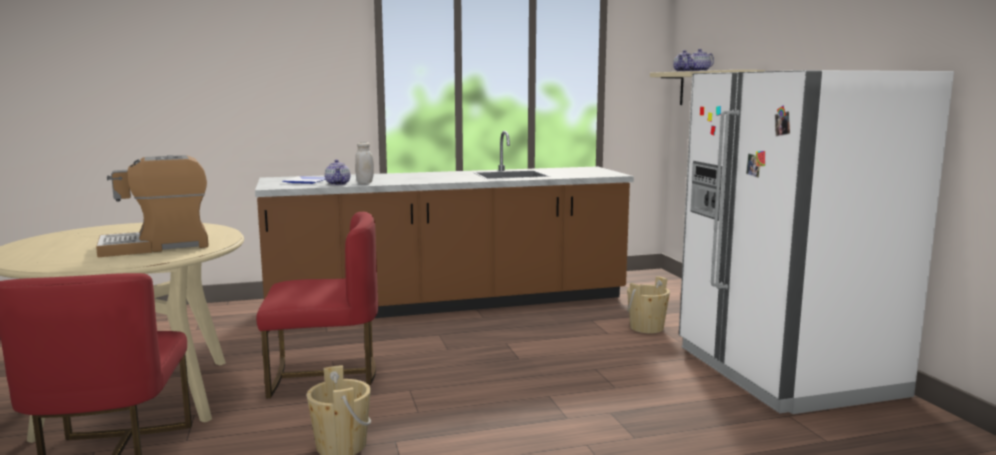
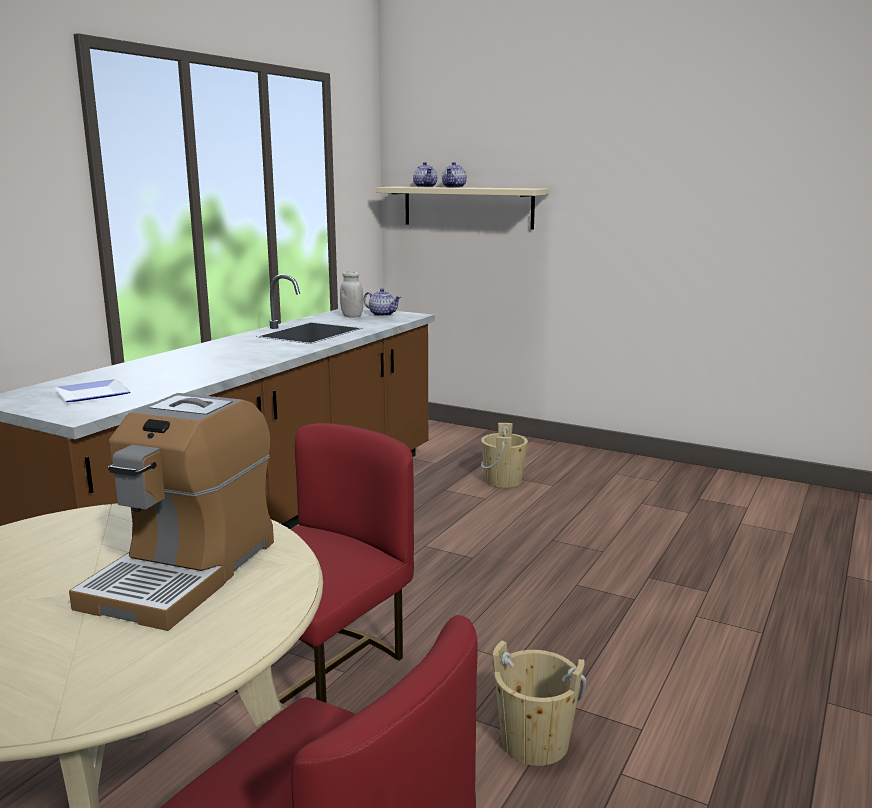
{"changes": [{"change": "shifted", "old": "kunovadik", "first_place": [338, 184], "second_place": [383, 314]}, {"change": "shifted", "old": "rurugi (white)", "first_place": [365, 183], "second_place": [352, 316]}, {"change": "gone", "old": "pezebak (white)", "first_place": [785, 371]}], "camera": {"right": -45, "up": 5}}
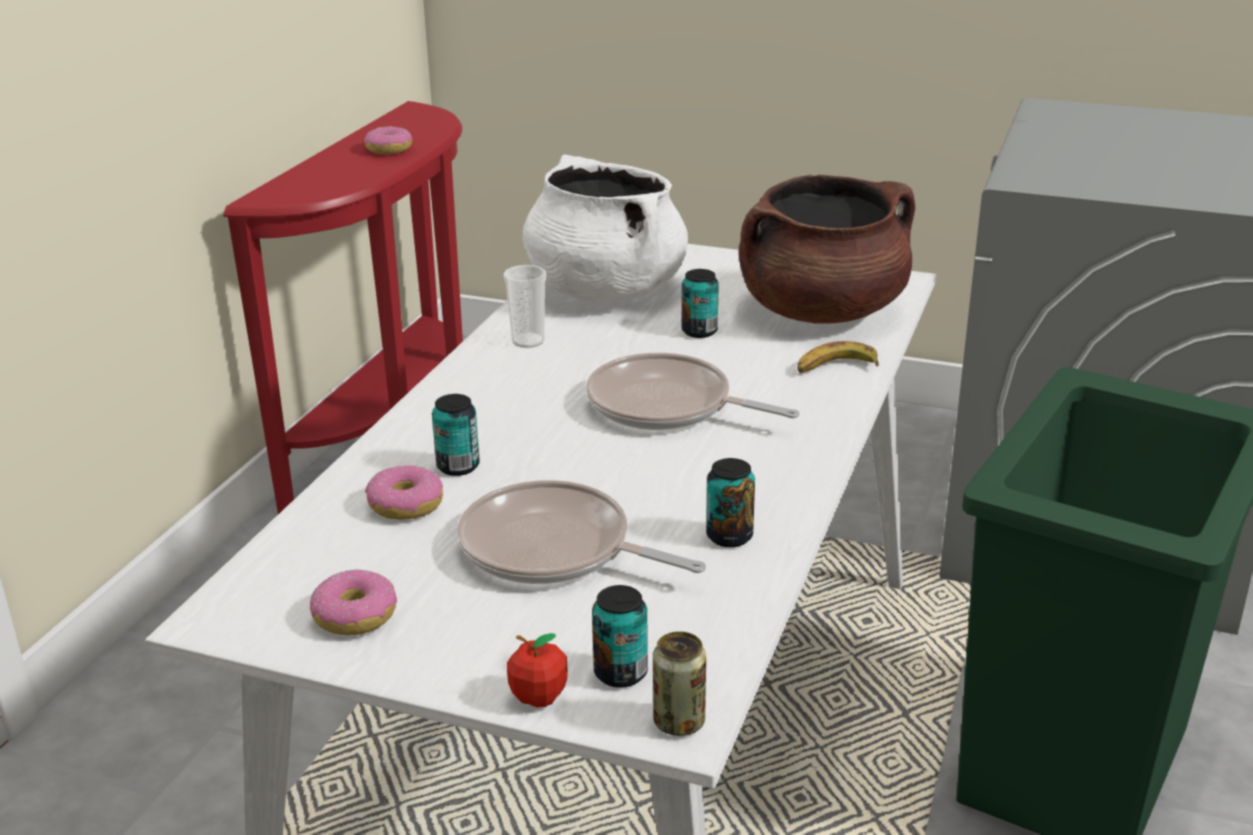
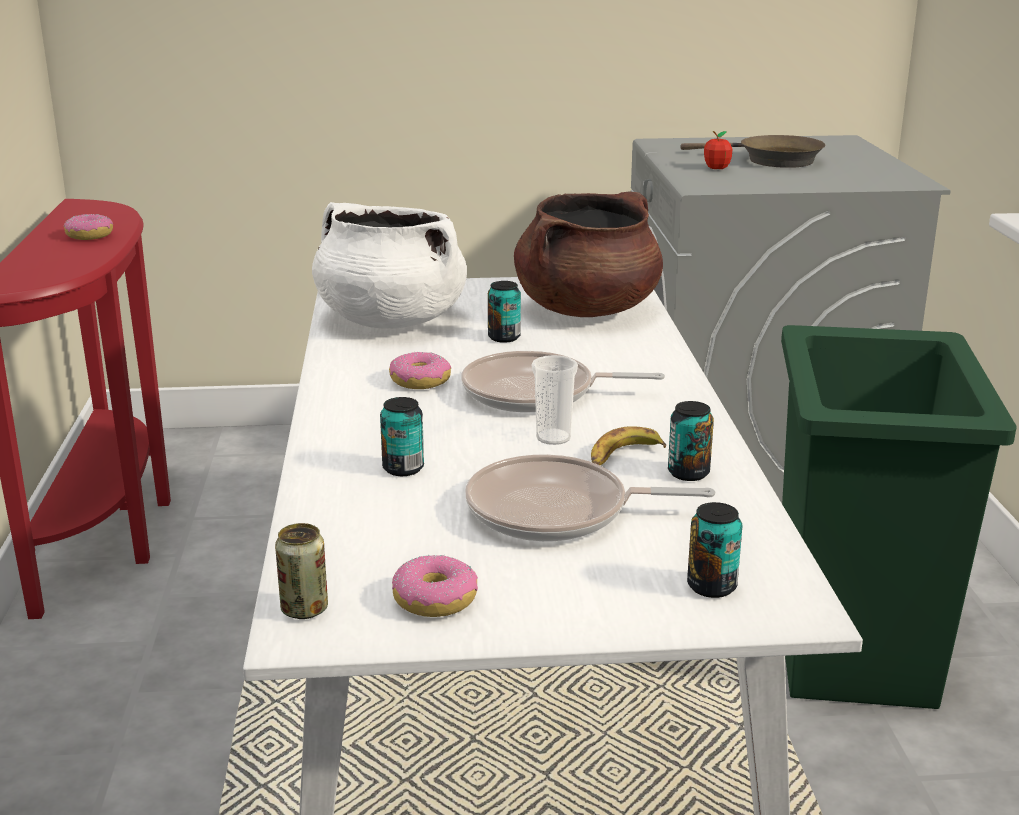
{"changes": [{"change": "shifted", "old": "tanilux", "first_place": [405, 505], "second_place": [419, 381]}, {"change": "shifted", "old": "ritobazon", "first_place": [528, 341], "second_place": [553, 438]}, {"change": "shifted", "old": "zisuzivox", "first_place": [538, 697], "second_place": [716, 168]}, {"change": "shifted", "old": "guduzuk", "first_place": [679, 722], "second_place": [304, 609]}, {"change": "shifted", "old": "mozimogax", "first_place": [835, 368], "second_place": [622, 457]}, {"change": "new", "new": "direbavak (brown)", "second_place": [772, 160]}], "camera": {"right": -25, "up": -5}}
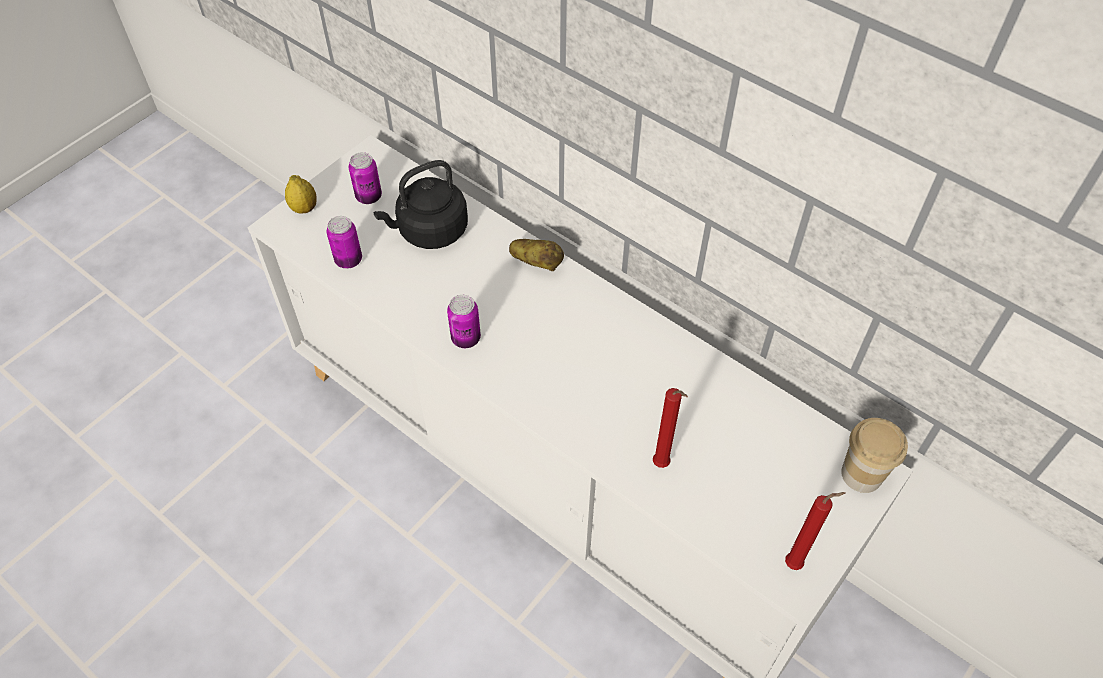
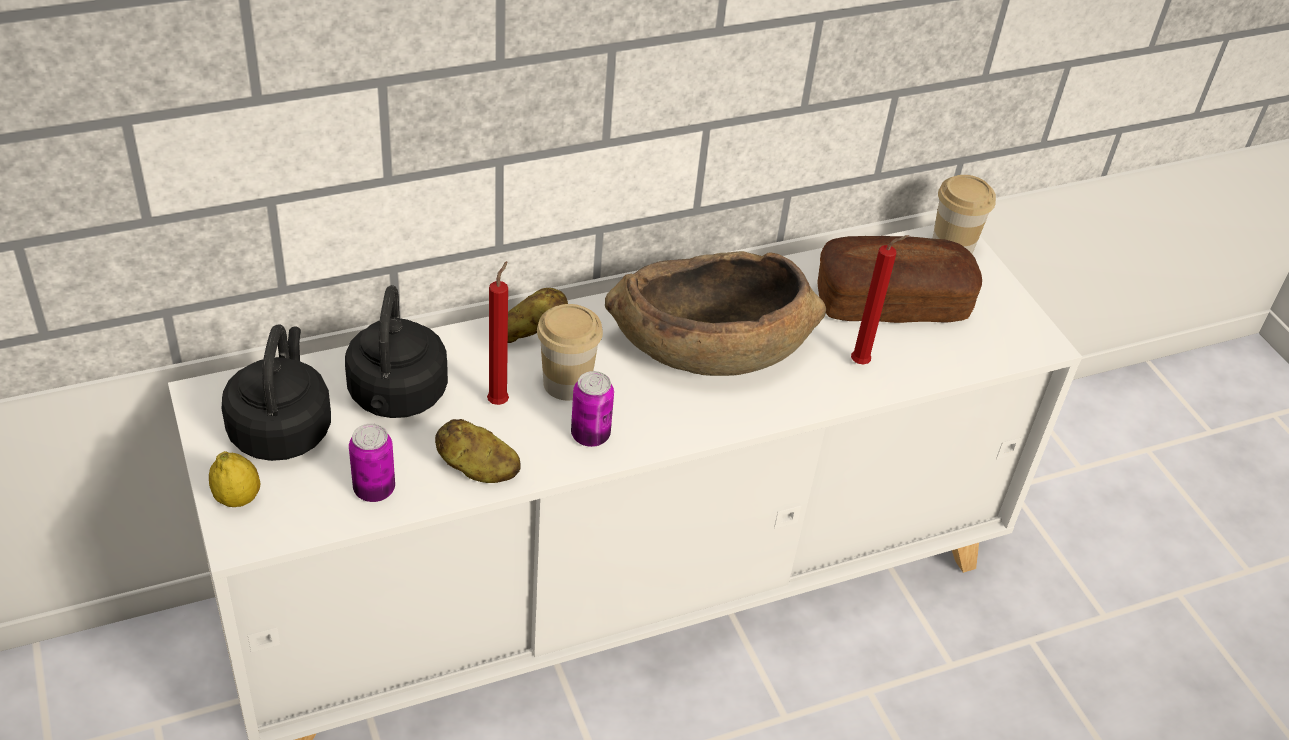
{"changes": [{"change": "swapped", "old": "guduzuk", "new": "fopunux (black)", "first_place": [369, 197], "second_place": [282, 428]}, {"change": "shifted", "old": "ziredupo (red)", "first_place": [796, 564], "second_place": [499, 401]}, {"change": "new", "new": "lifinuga", "second_place": [477, 469]}, {"change": "new", "new": "ritobazon", "second_place": [567, 383]}, {"change": "new", "new": "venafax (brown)", "second_place": [708, 346]}, {"change": "new", "new": "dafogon", "second_place": [891, 303]}], "camera": {"right": -65, "up": -10}}
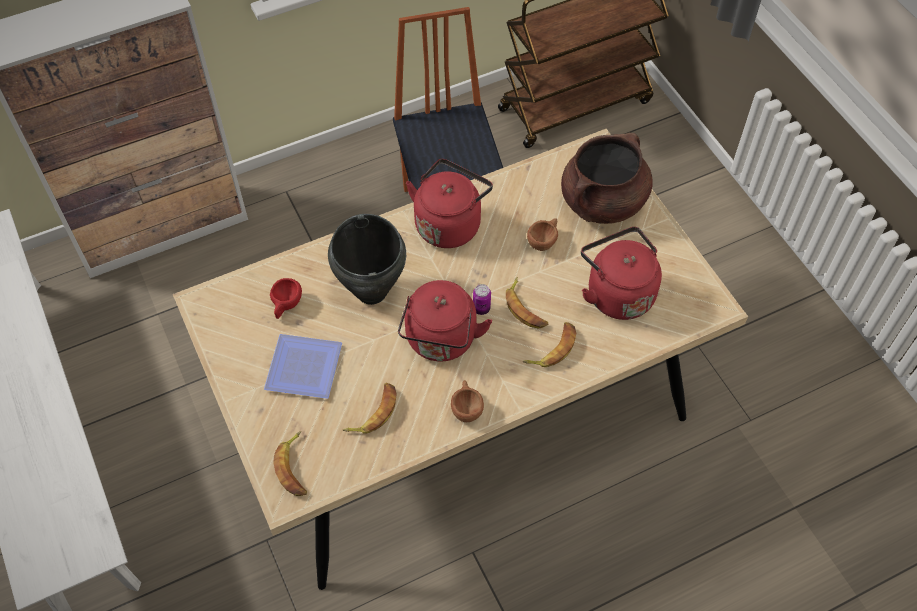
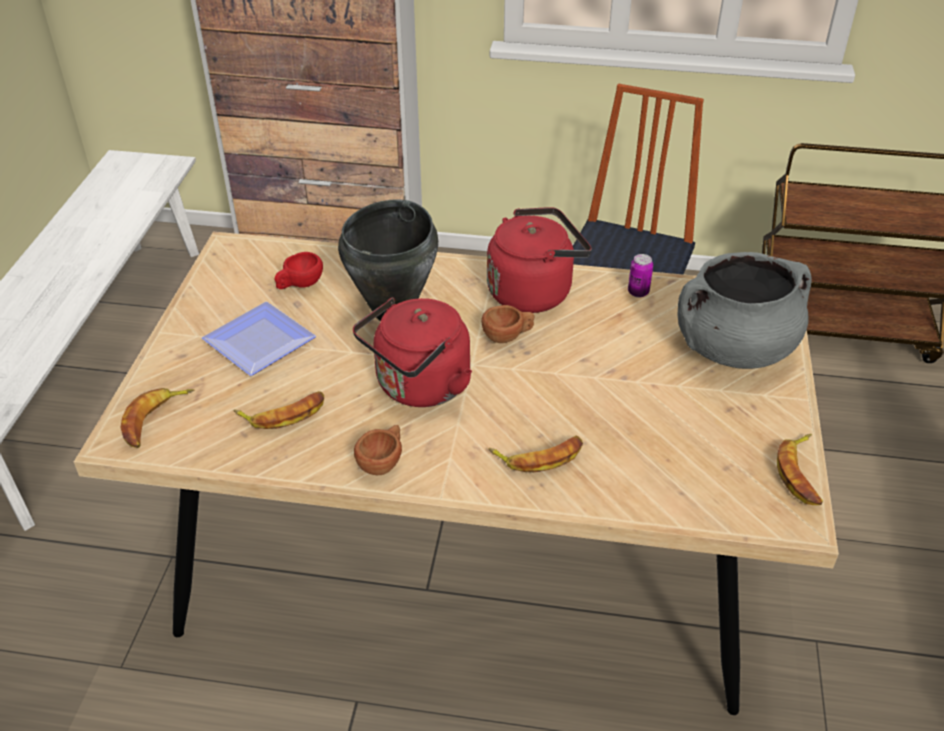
{"changes": [{"change": "shifted", "old": "guduzuk", "first_place": [481, 308], "second_place": [638, 292]}, {"change": "shifted", "old": "mozimogax", "first_place": [525, 308], "second_place": [801, 474]}, {"change": "shifted", "old": "ritobazon (brown)", "first_place": [544, 241], "second_place": [508, 336]}, {"change": "repainted", "old": "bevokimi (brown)", "new": "bevokimi (grey)", "first_place": [602, 202], "second_place": [733, 348]}, {"change": "gone", "old": "fopunux (red)", "first_place": [617, 293]}], "camera": {"right": 35, "up": -15}}
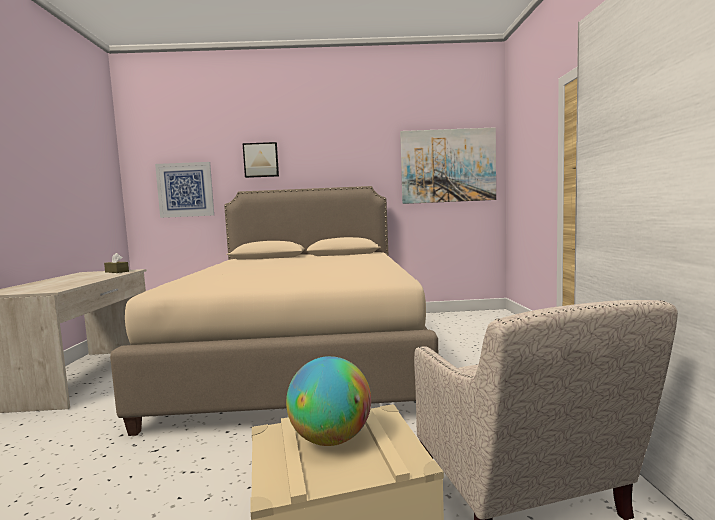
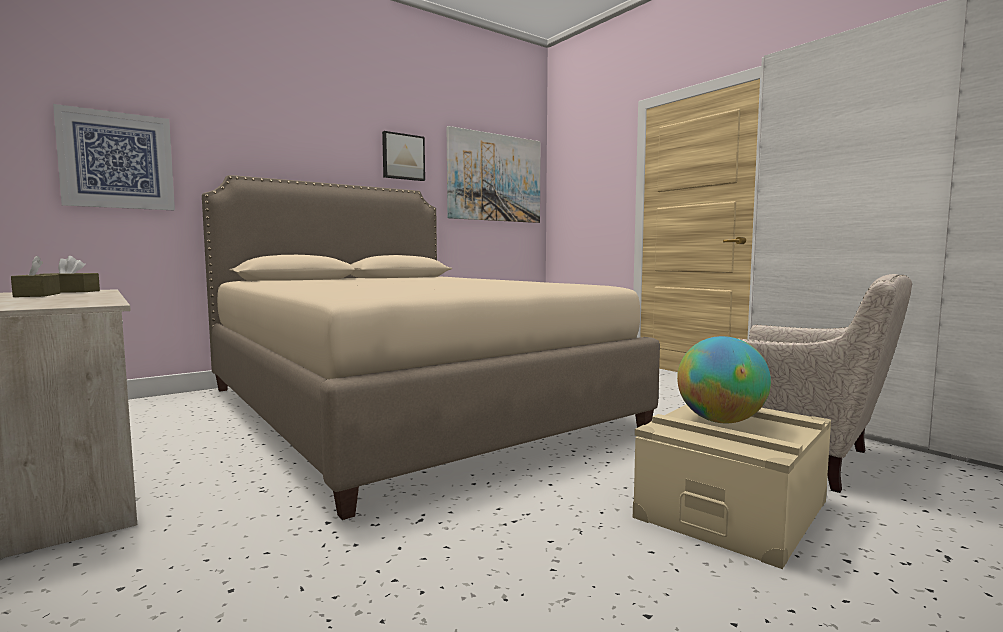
{"changes": [{"change": "shifted", "old": "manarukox", "first_place": [261, 160], "second_place": [403, 157]}, {"change": "new", "new": "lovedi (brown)", "second_place": [37, 295]}], "camera": {"right": -35, "up": 0}}
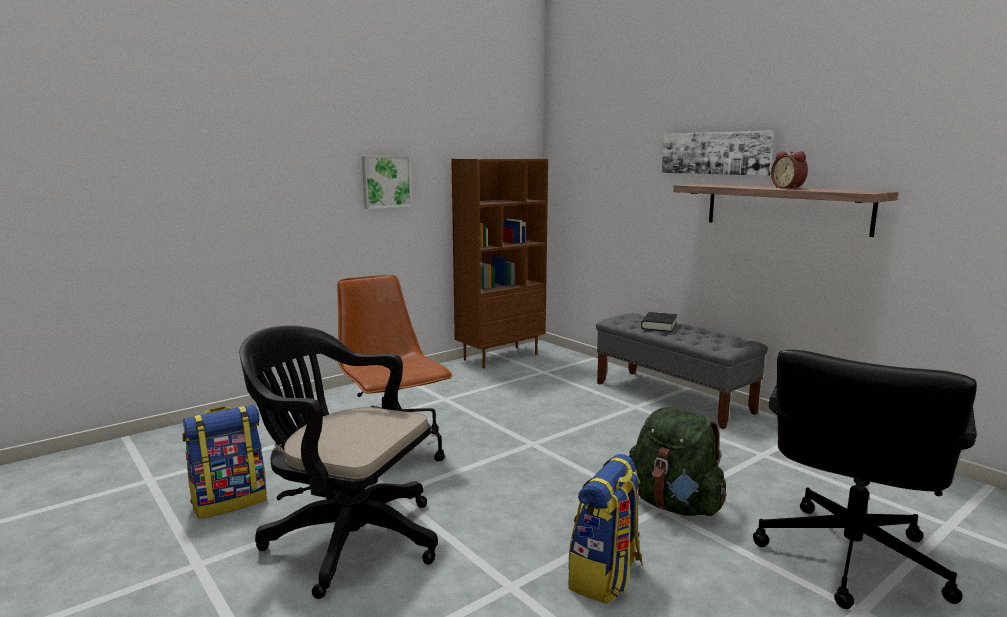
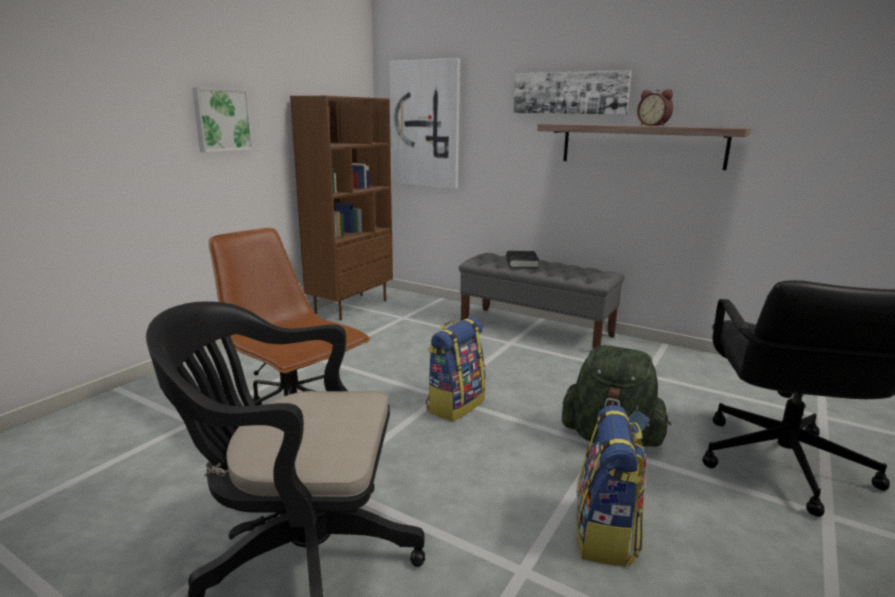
{"changes": [{"change": "shifted", "old": "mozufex", "first_place": [230, 501], "second_place": [455, 405]}, {"change": "new", "new": "manarukox", "second_place": [425, 124]}], "camera": {"right": -20, "up": 5}}
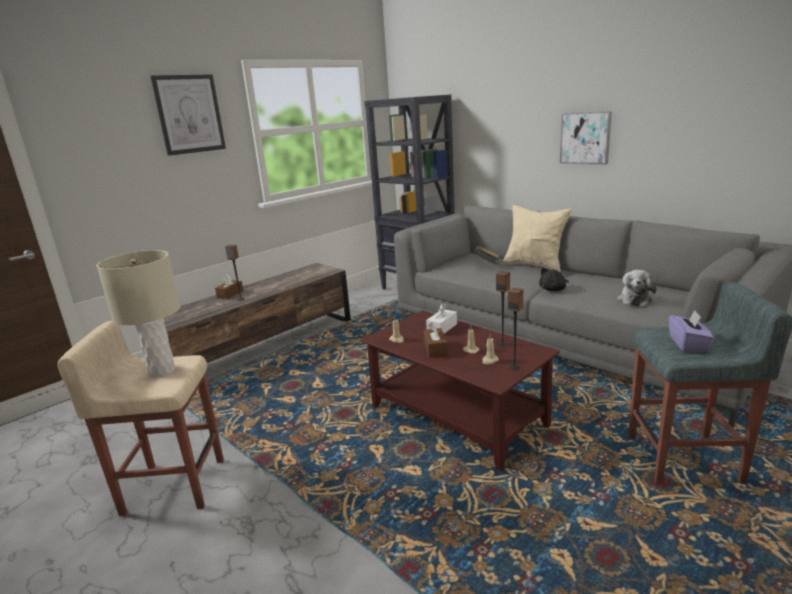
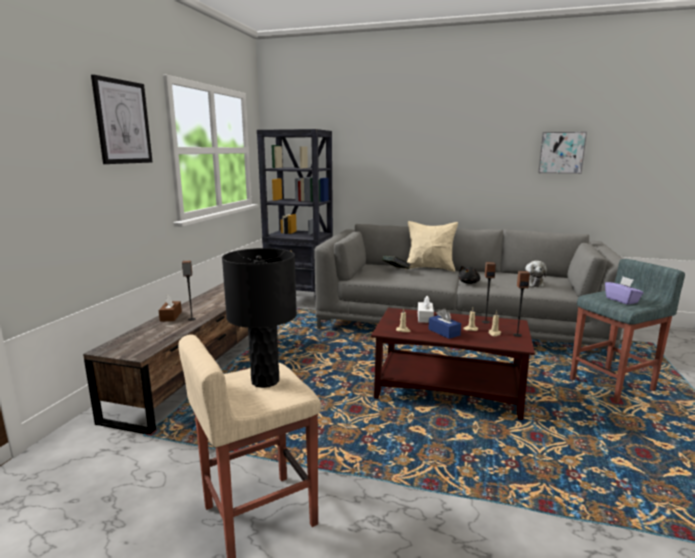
{"changes": [{"change": "repainted", "old": "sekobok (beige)", "new": "sekobok (black)", "first_place": [162, 371], "second_place": [265, 381]}, {"change": "repainted", "old": "lovedi (brown)", "new": "lovedi (blue)", "first_place": [435, 349], "second_place": [444, 332]}, {"change": "shifted", "old": "manarukox", "first_place": [585, 138], "second_place": [561, 152]}], "camera": {"right": -30, "up": -5}}
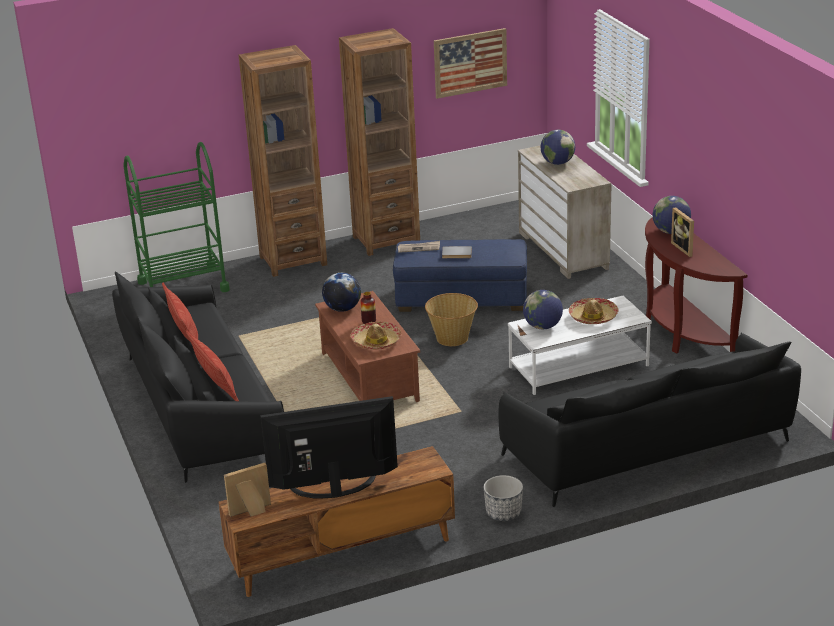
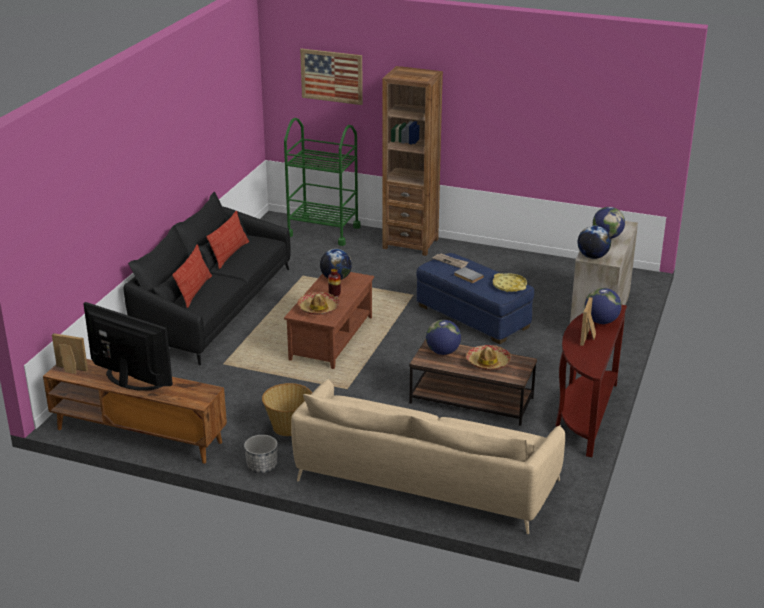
{"changes": [{"change": "gone", "old": "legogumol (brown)", "first_place": [386, 240]}, {"change": "shifted", "old": "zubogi", "first_place": [452, 338], "second_place": [289, 427]}, {"change": "shifted", "old": "manarukox", "first_place": [470, 63], "second_place": [331, 76]}, {"change": "repainted", "old": "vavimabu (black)", "new": "vavimabu (beige)", "first_place": [651, 447], "second_place": [423, 481]}, {"change": "repainted", "old": "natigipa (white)", "new": "natigipa (brown)", "first_place": [578, 367], "second_place": [471, 400]}, {"change": "new", "new": "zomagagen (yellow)", "second_place": [509, 286]}, {"change": "new", "new": "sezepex", "second_place": [592, 256]}], "camera": {"right": 40, "up": 0}}
